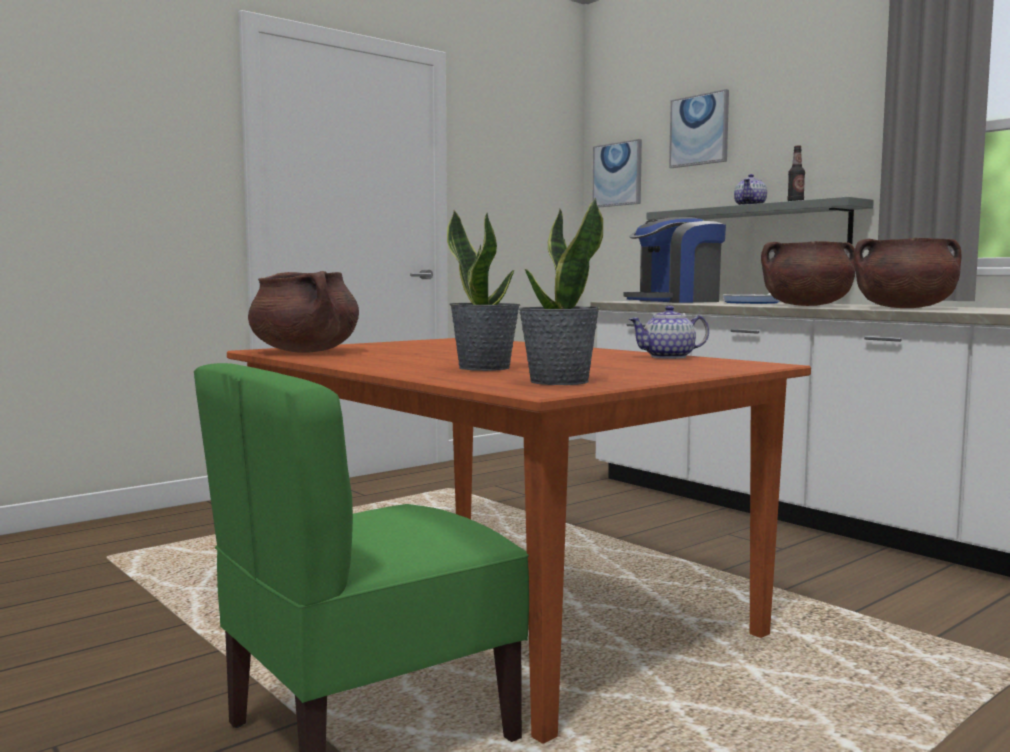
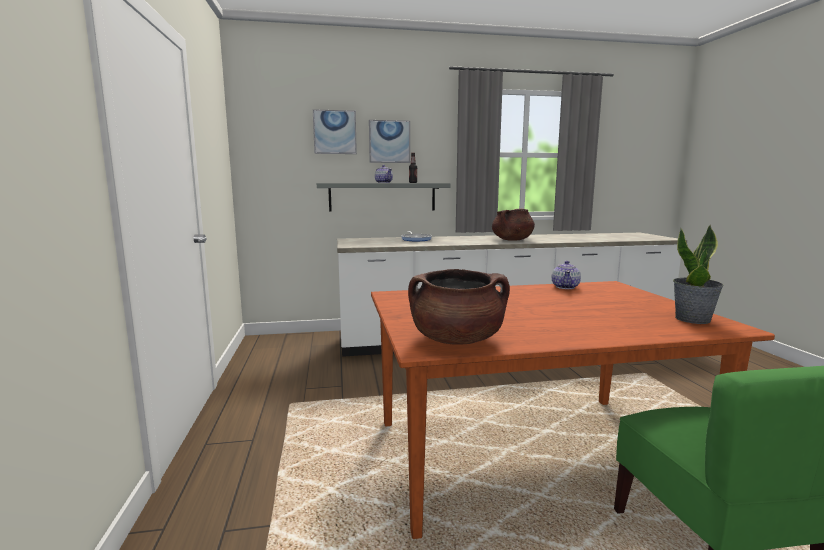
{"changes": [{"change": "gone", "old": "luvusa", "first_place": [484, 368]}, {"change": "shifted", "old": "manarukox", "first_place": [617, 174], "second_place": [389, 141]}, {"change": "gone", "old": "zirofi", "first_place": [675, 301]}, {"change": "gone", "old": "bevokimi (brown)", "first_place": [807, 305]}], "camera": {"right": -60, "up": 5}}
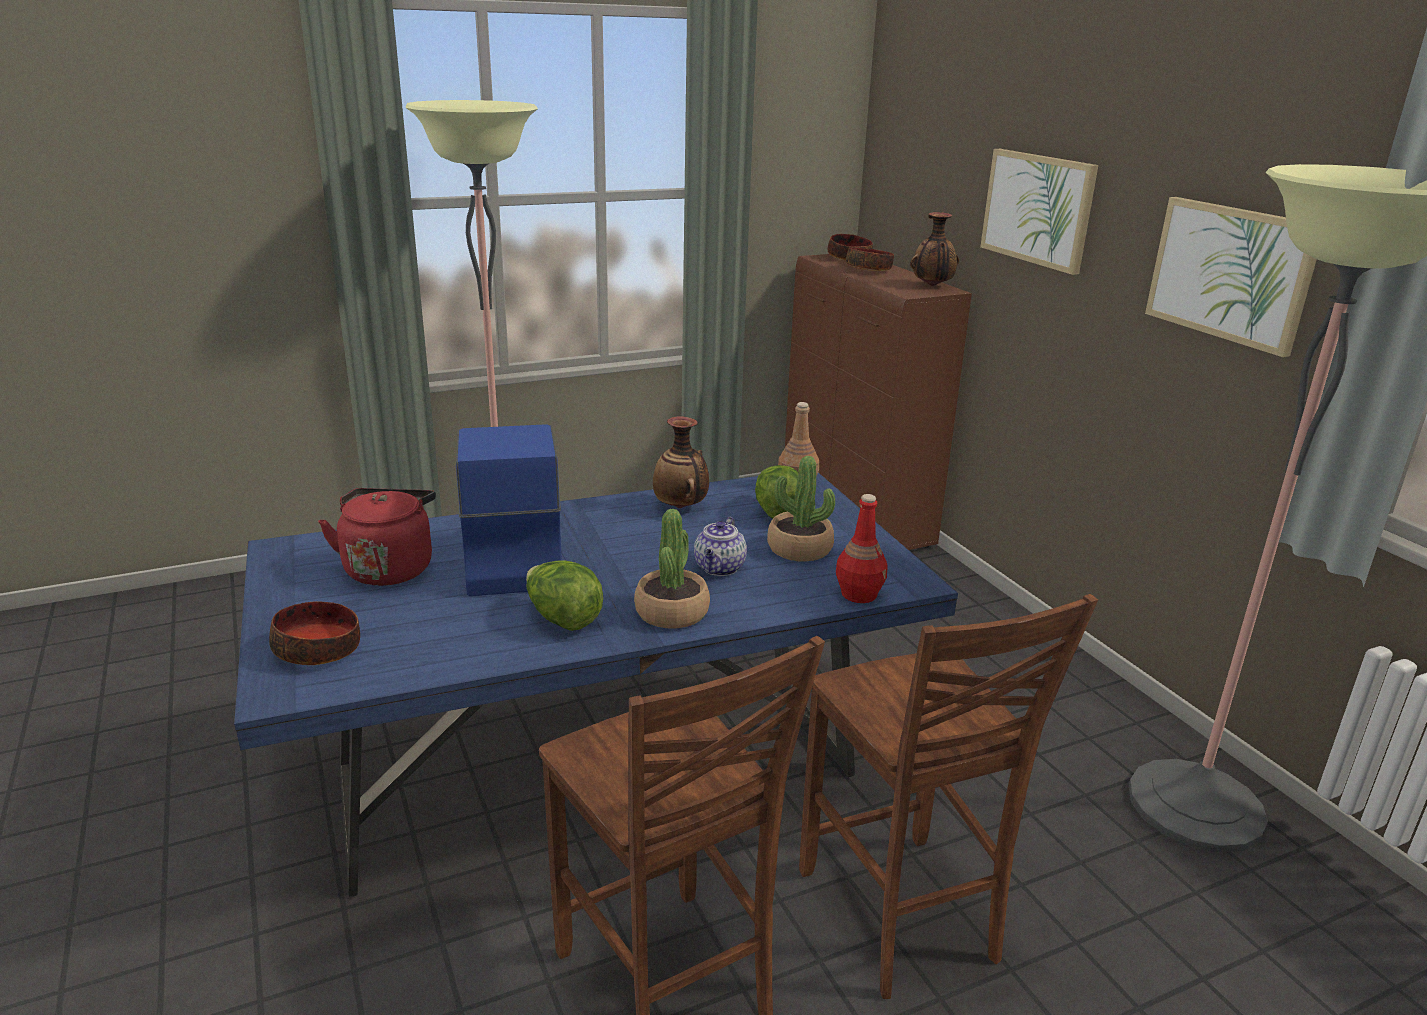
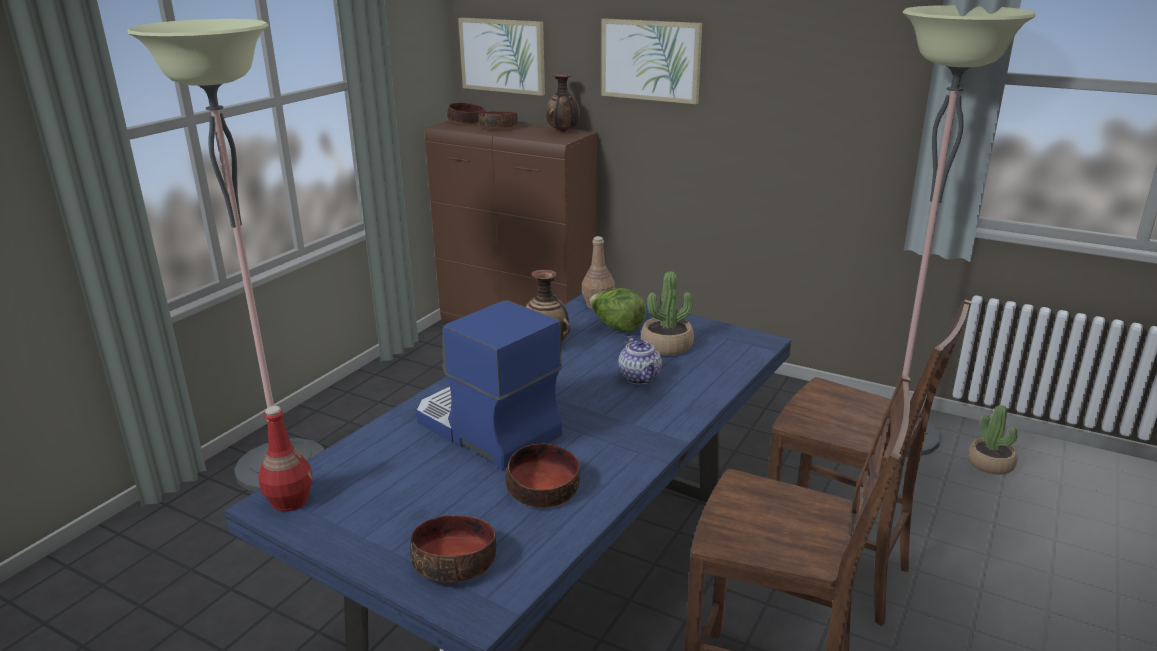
{"changes": [{"change": "gone", "old": "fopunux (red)", "first_place": [389, 567]}, {"change": "gone", "old": "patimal", "first_place": [562, 619]}, {"change": "shifted", "old": "luvusa", "first_place": [672, 612], "second_place": [990, 464]}, {"change": "shifted", "old": "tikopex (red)", "first_place": [859, 594], "second_place": [290, 500]}, {"change": "shifted", "old": "manarukox", "first_place": [1230, 273], "second_place": [502, 55]}, {"change": "new", "new": "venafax", "second_place": [542, 490]}], "camera": {"right": -35, "up": 0}}
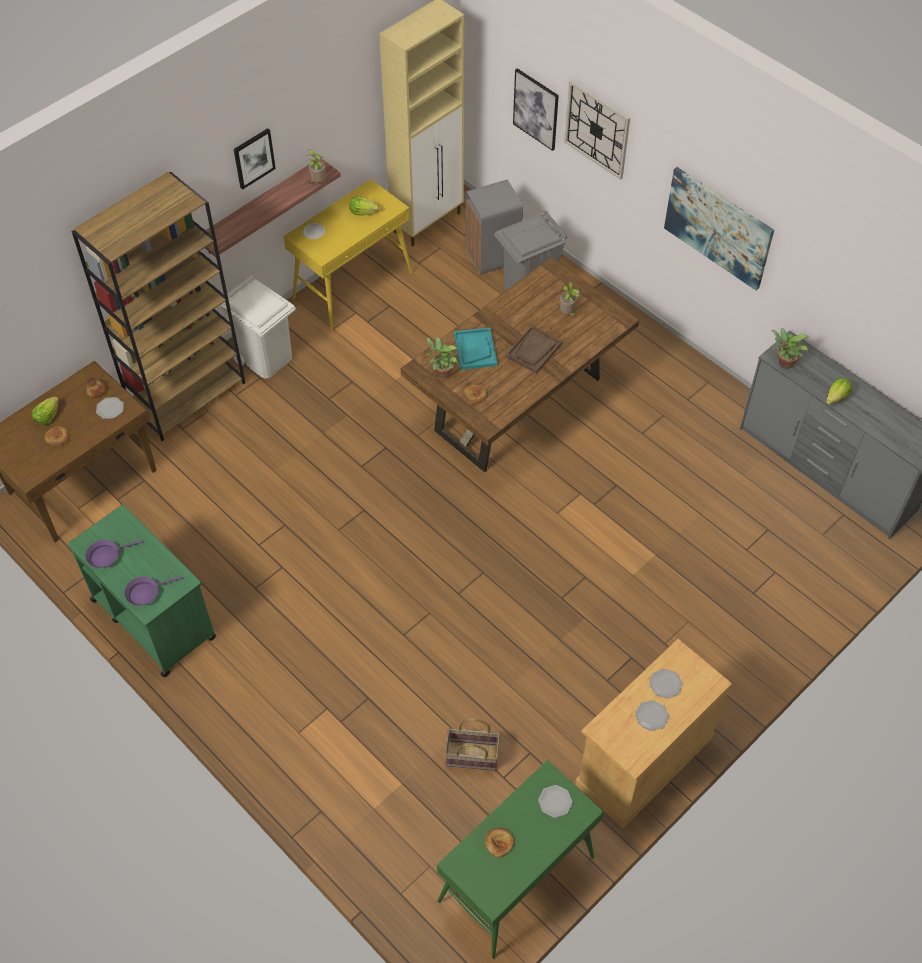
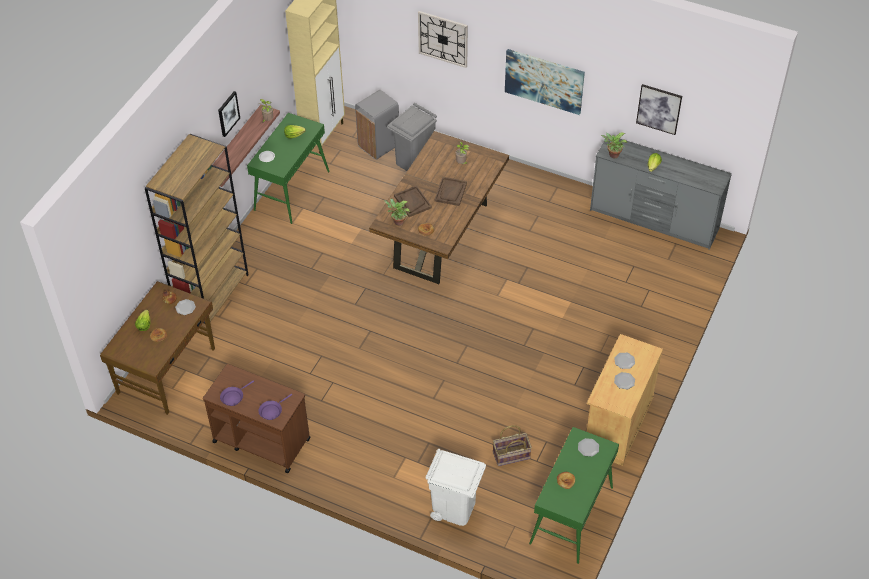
{"changes": [{"change": "repainted", "old": "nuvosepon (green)", "new": "nuvosepon (brown)", "first_place": [153, 618], "second_place": [261, 440]}, {"change": "shifted", "old": "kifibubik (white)", "first_place": [266, 358], "second_place": [454, 507]}, {"change": "repainted", "old": "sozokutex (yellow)", "new": "sozokutex (green)", "first_place": [353, 285], "second_place": [292, 190]}, {"change": "repainted", "old": "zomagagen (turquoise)", "new": "zomagagen (brown)", "first_place": [475, 349], "second_place": [412, 202]}, {"change": "shifted", "old": "manarukox", "first_place": [536, 109], "second_place": [659, 109]}], "camera": {"right": -20, "up": -5}}
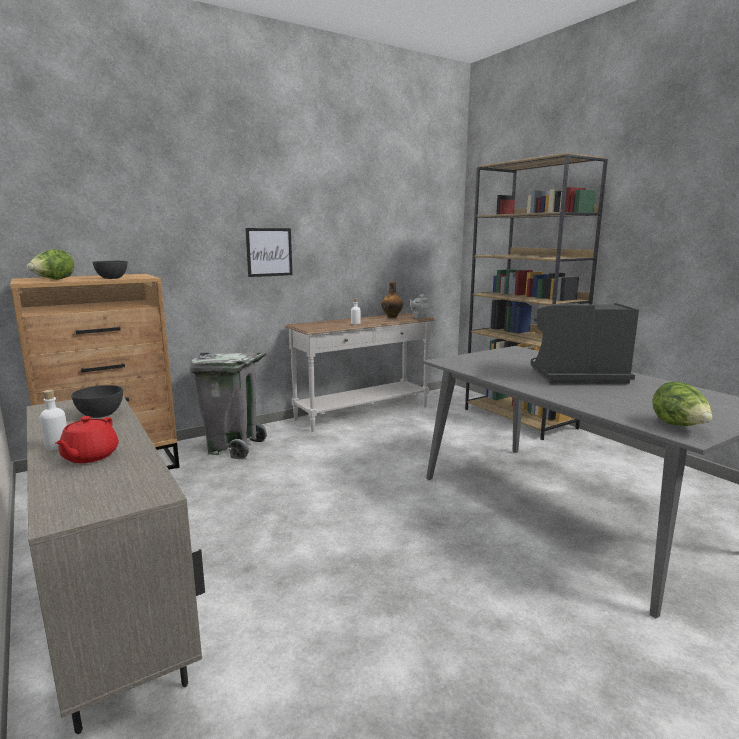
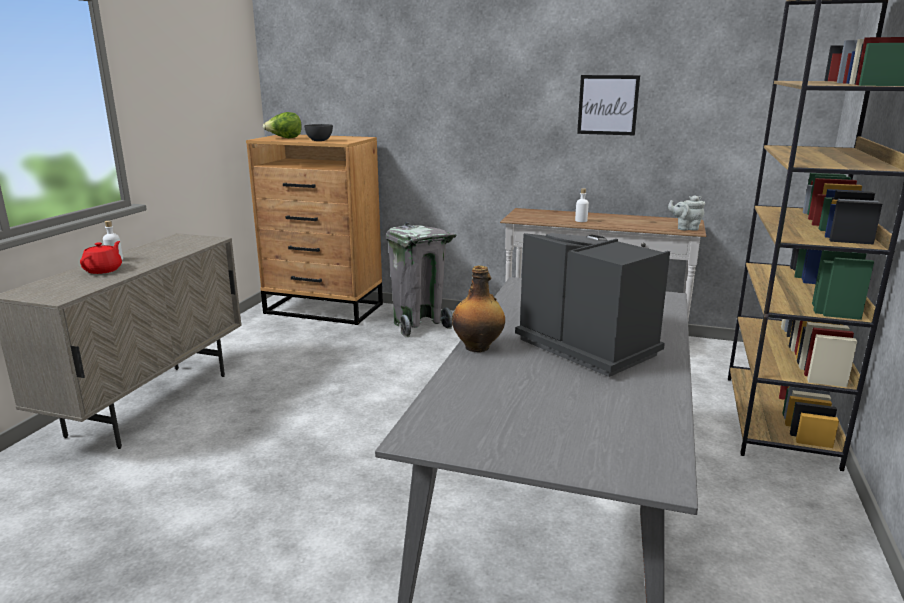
{"changes": [{"change": "rotated", "old": "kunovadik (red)", "first_place": [89, 456], "second_place": [104, 270], "degrees": 135}, {"change": "gone", "old": "venafax (grey)", "first_place": [100, 415]}, {"change": "shifted", "old": "manarukox", "first_place": [269, 252], "second_place": [608, 105]}, {"change": "shifted", "old": "tikopex", "first_place": [392, 316], "second_place": [478, 347]}, {"change": "gone", "old": "patimal", "first_place": [679, 426]}], "camera": {"right": 50, "up": 5}}
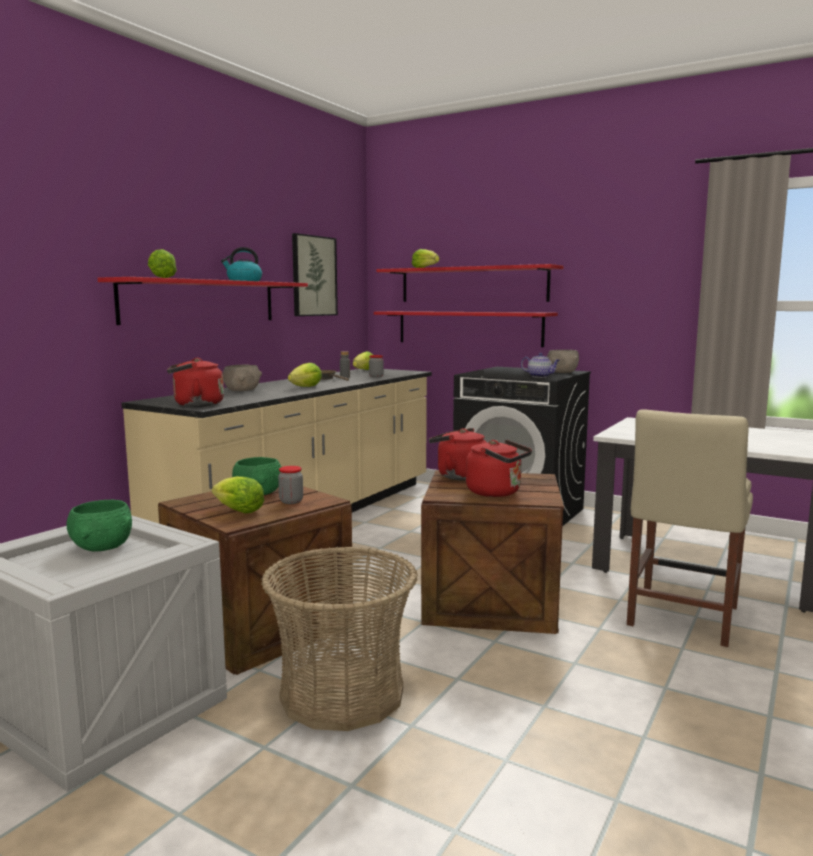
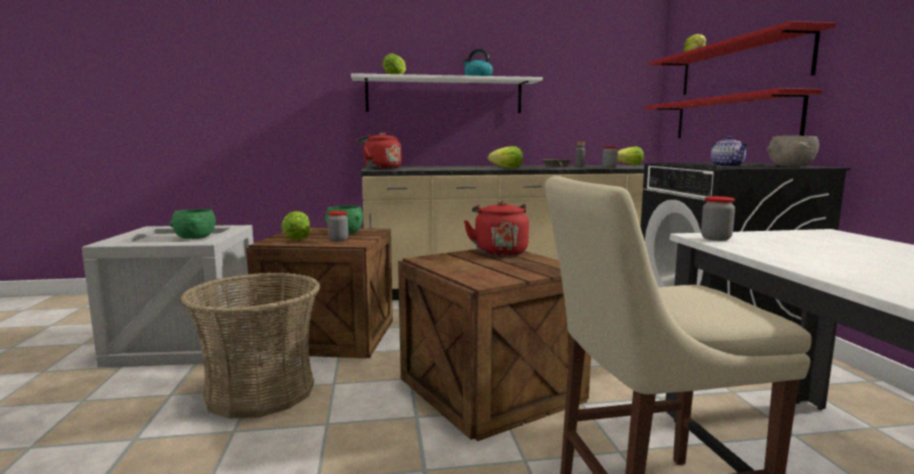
{"changes": [{"change": "repainted", "old": "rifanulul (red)", "new": "rifanulul (white)", "first_place": [201, 301], "second_place": [444, 95]}, {"change": "gone", "old": "venafax (grey)", "first_place": [242, 390]}, {"change": "gone", "old": "manarukox", "first_place": [313, 276]}, {"change": "gone", "old": "fopunux (red)", "first_place": [497, 492]}, {"change": "new", "new": "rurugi", "second_place": [716, 238]}], "camera": {"right": 50, "up": 0}}
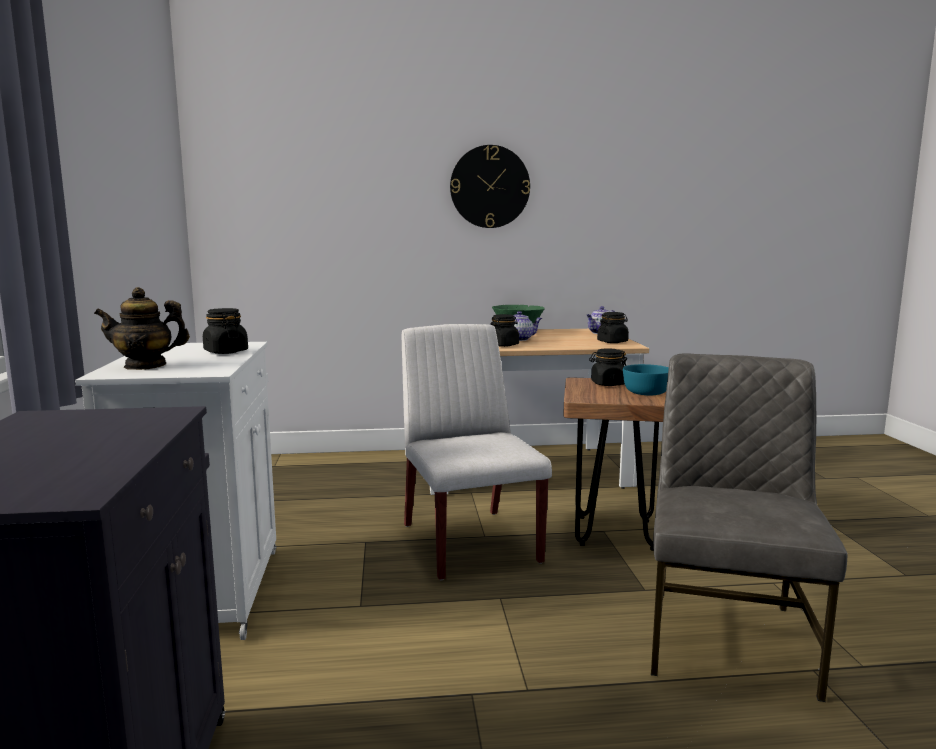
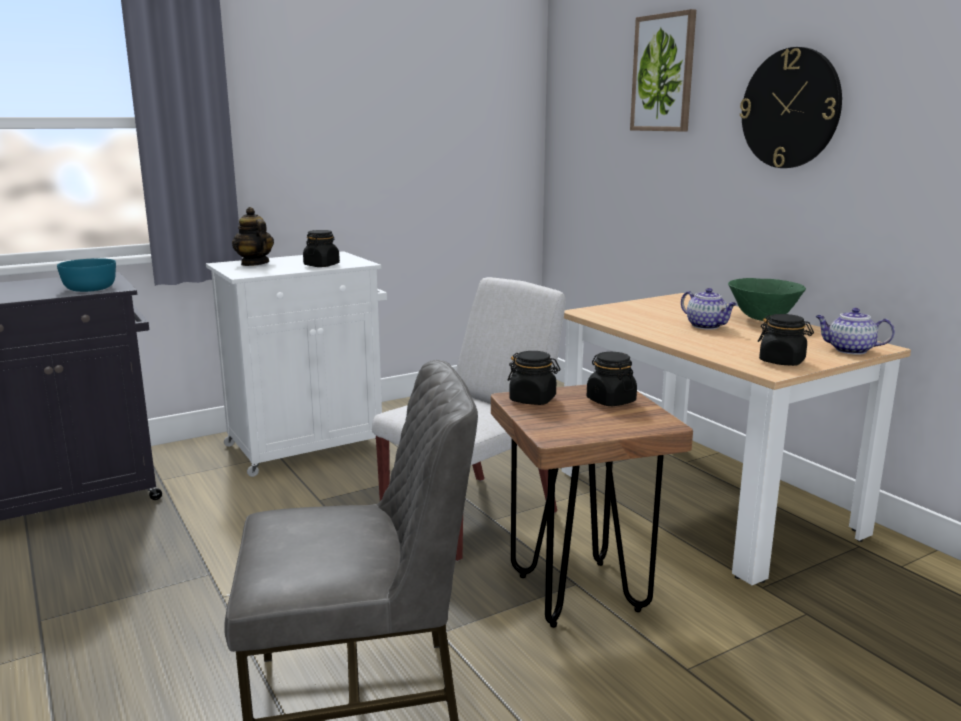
{"changes": [{"change": "shifted", "old": "rurugi (black)", "first_place": [503, 345], "second_place": [533, 400]}, {"change": "shifted", "old": "venafax (turquoise)", "first_place": [646, 392], "second_place": [89, 289]}, {"change": "new", "new": "manarukox", "second_place": [663, 73]}], "camera": {"right": 65, "up": 5}}
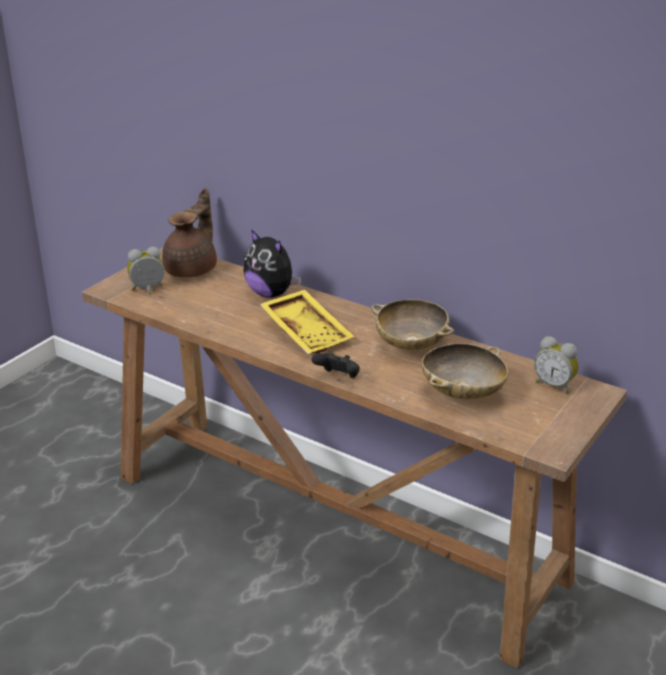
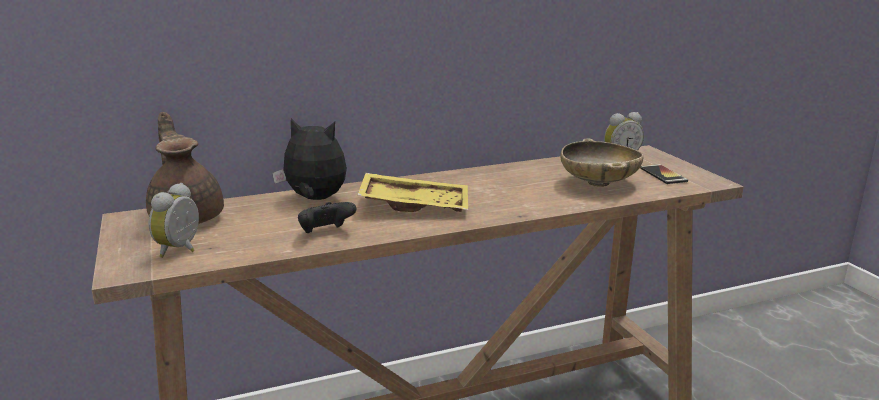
{"changes": [{"change": "rotated", "old": "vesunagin", "first_place": [271, 293], "second_place": [314, 199], "degrees": -150}, {"change": "shifted", "old": "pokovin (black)", "first_place": [338, 377], "second_place": [325, 233]}, {"change": "gone", "old": "venafax (beige)", "first_place": [411, 345]}, {"change": "new", "new": "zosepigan", "second_place": [663, 175]}], "camera": {"right": -55, "up": -10}}
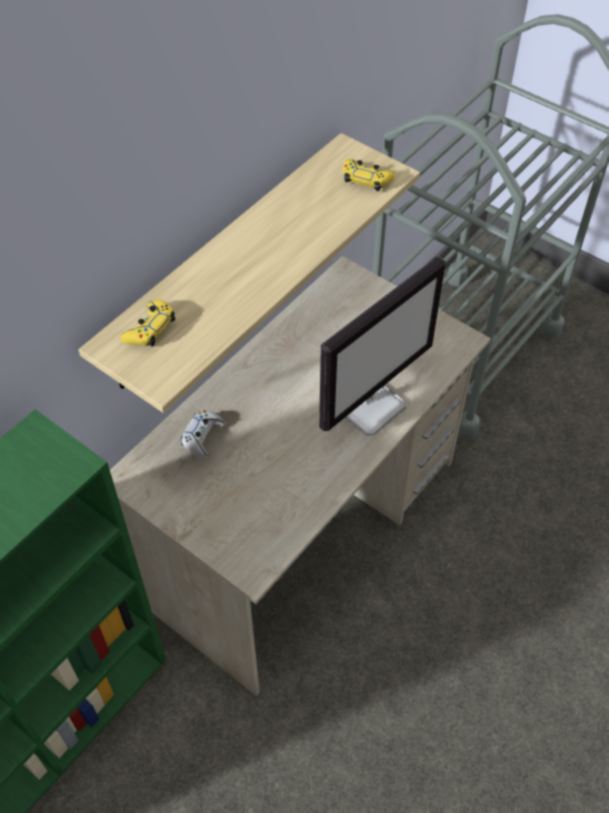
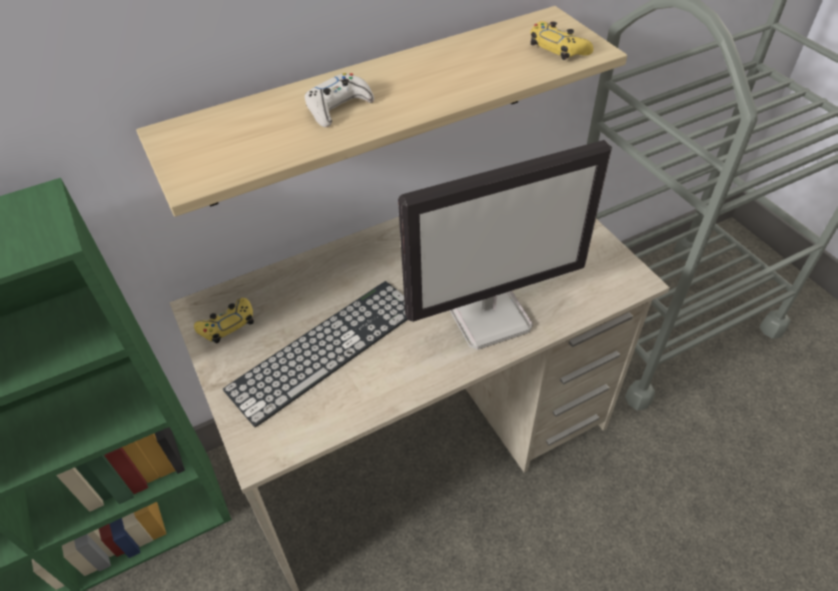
{"changes": [{"change": "shifted", "old": "pokovin (yellow)", "first_place": [150, 329], "second_place": [227, 325]}, {"change": "shifted", "old": "pokovin (white)", "first_place": [203, 437], "second_place": [338, 107]}, {"change": "new", "new": "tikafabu", "second_place": [326, 348]}], "camera": {"right": 25, "up": -5}}
